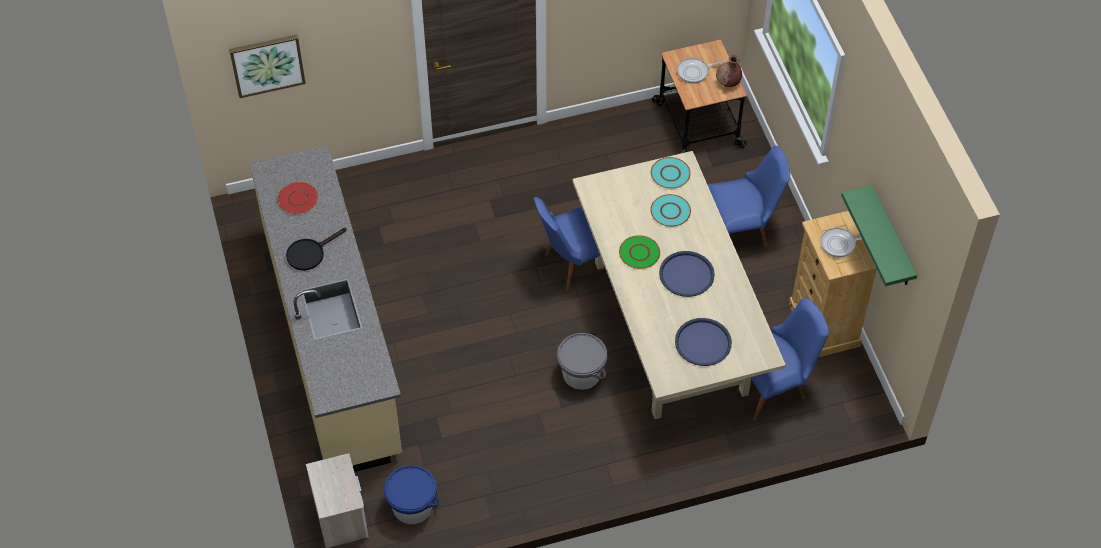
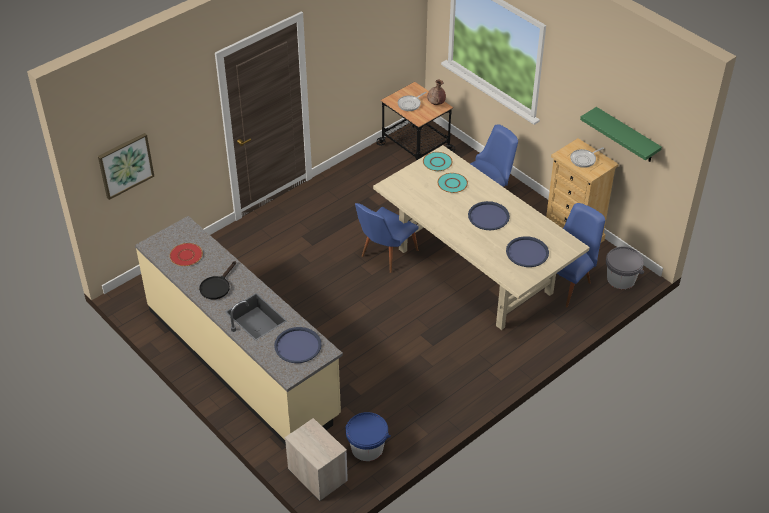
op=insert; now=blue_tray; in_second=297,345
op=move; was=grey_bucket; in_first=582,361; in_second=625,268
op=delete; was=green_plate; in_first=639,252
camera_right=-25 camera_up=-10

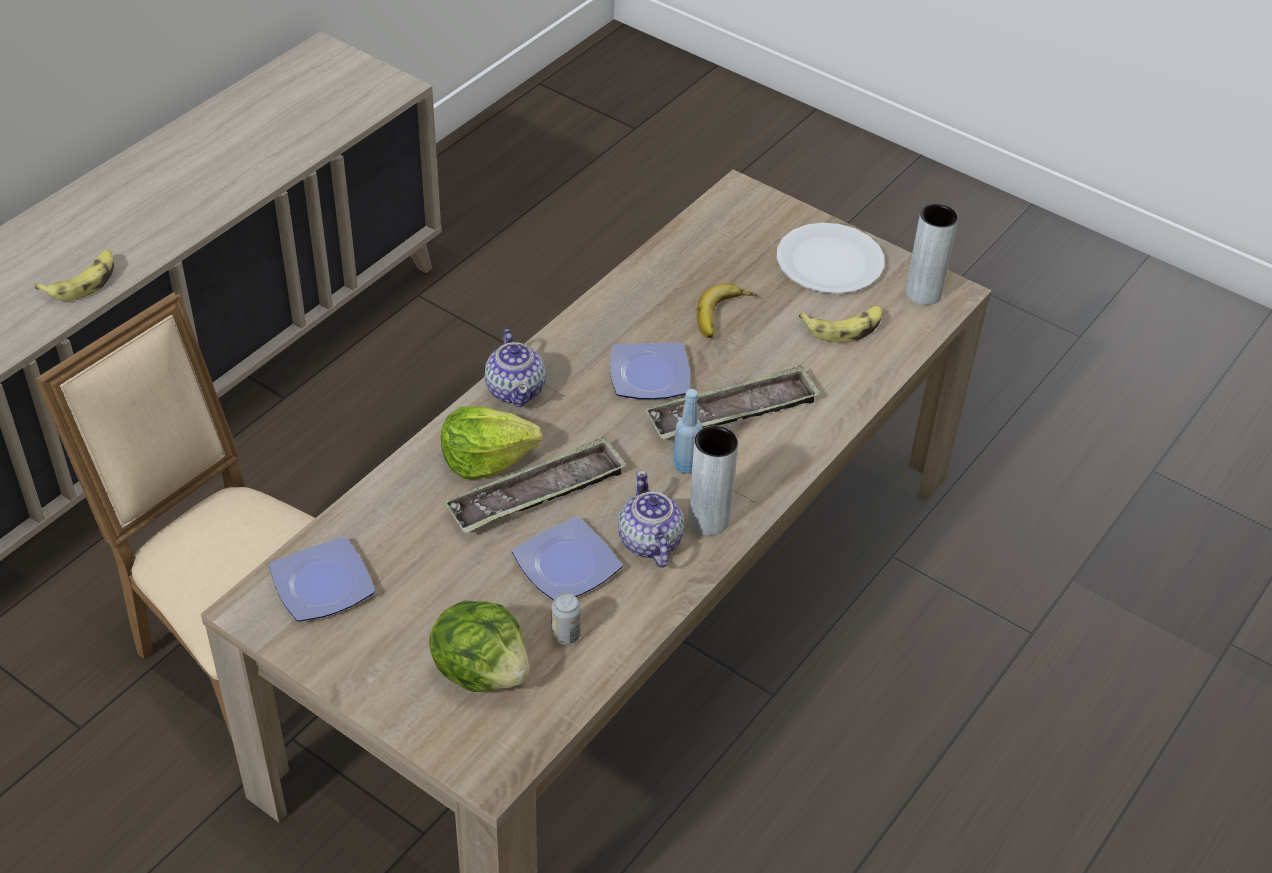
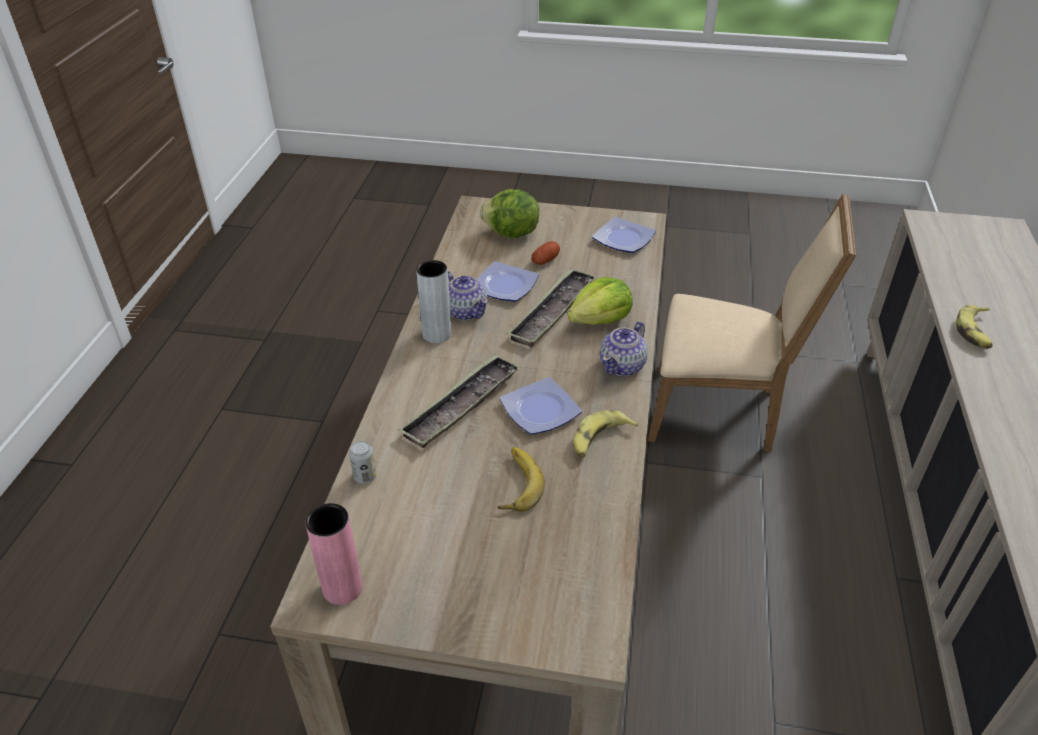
op=recolor; was=grey_vase; now=pink_vase; in_first=931,254; in_second=333,554
op=move; was=can; in_first=566,619; in_second=362,462
op=insert; now=potato; in_second=545,253
op=move; was=banana; in_first=841,324; in_second=605,434
op=rotate; was=teapot; in_first=515,368; in_second=624,348; clockwise=-105
op=delete; was=blue_bottle; in_first=687,431
op=delete; was=white_plate; in_first=831,258
camera_right=155 camera_up=-5

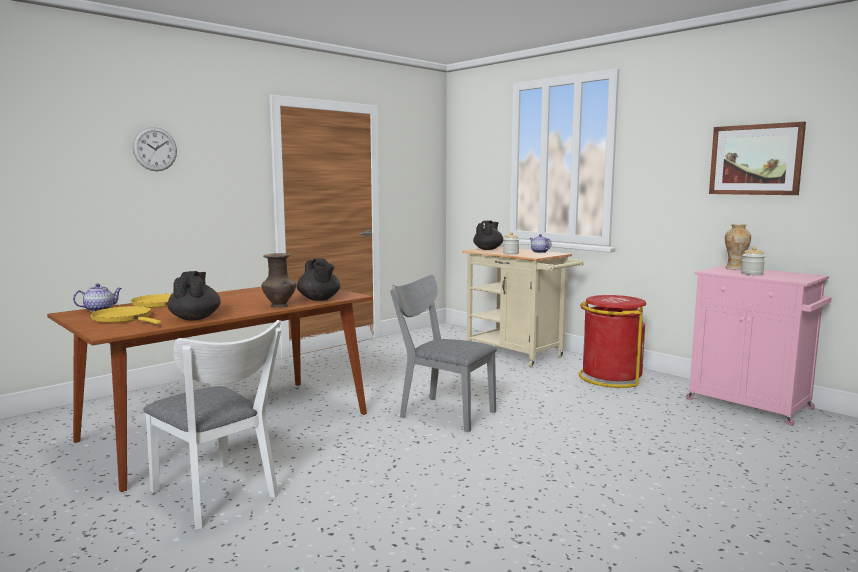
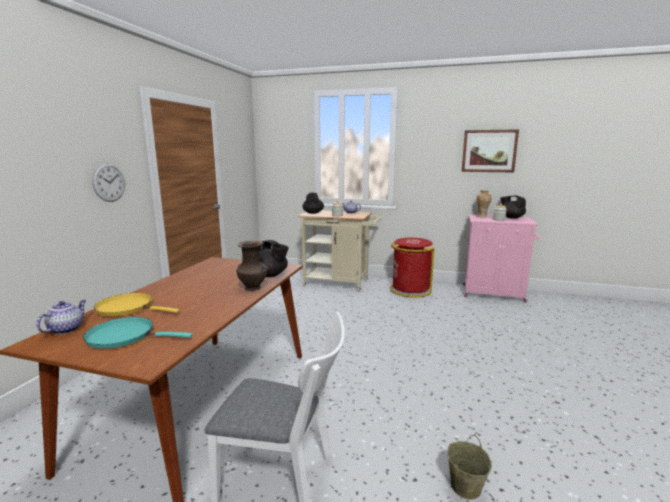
op=recolor; was=yellow_frying_pan; now=turquoise_frying_pan; in_first=125,315; in_second=138,333
op=move; was=wall_clock; in_first=154,149; in_second=108,182
op=insert; now=beige_bucket; in_second=469,467
op=move; was=black_teapot; in_first=194,296; in_second=513,207
op=delete; was=grey_chair; in_first=443,353
camera_right=-30 camera_up=5

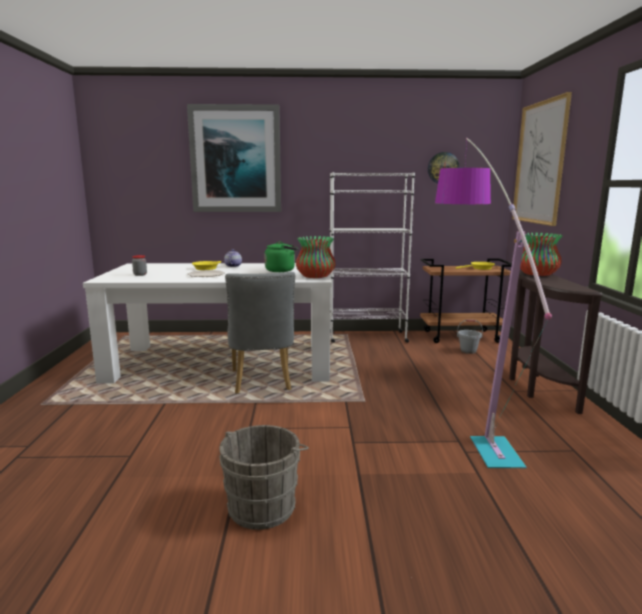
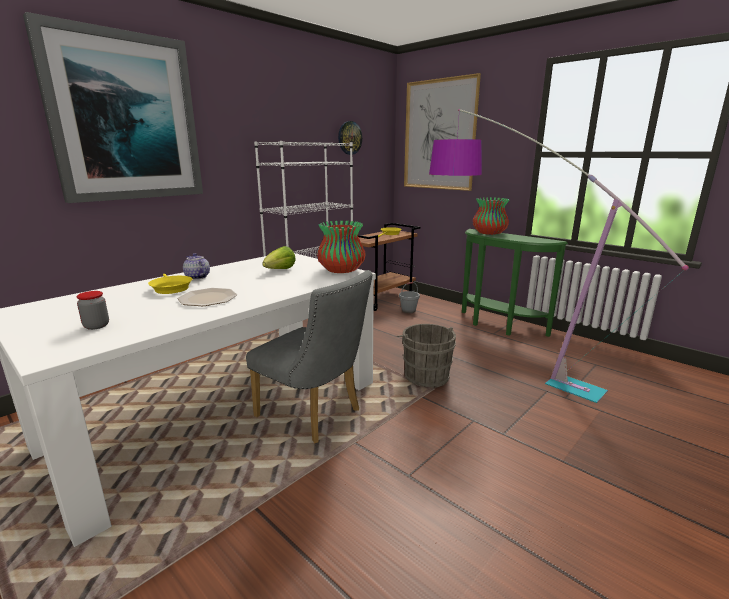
op=replace; was=green_kettle; now=lettuce; in_first=282,257; in_second=279,257
op=move; was=grey_bucket; in_first=264,477; in_second=426,356
op=recolor; was=brown_console_table; now=green_console_table; in_first=556,342; in_second=515,283
camera_right=-45 camera_up=5

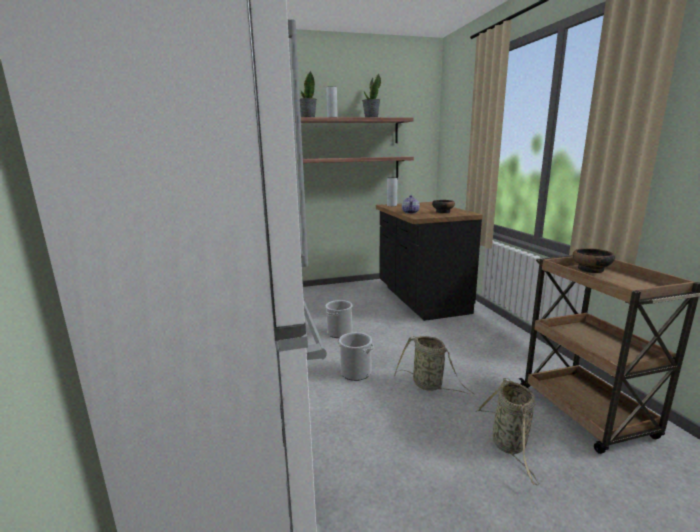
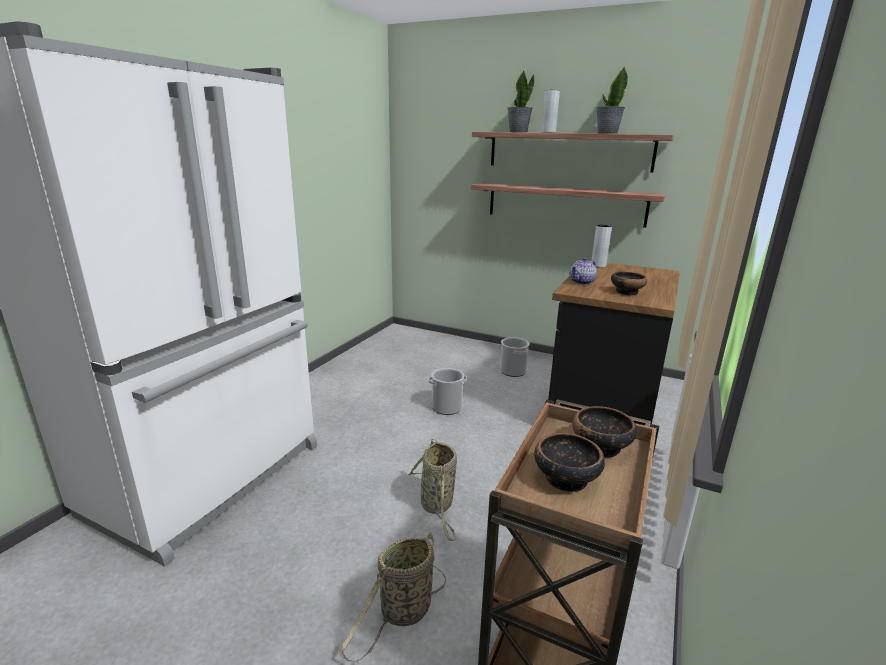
op=move; was=bucket; in_first=355,356; in_second=515,357
op=insert; now=bowl; in_second=569,462
camera_right=40 camera_up=5

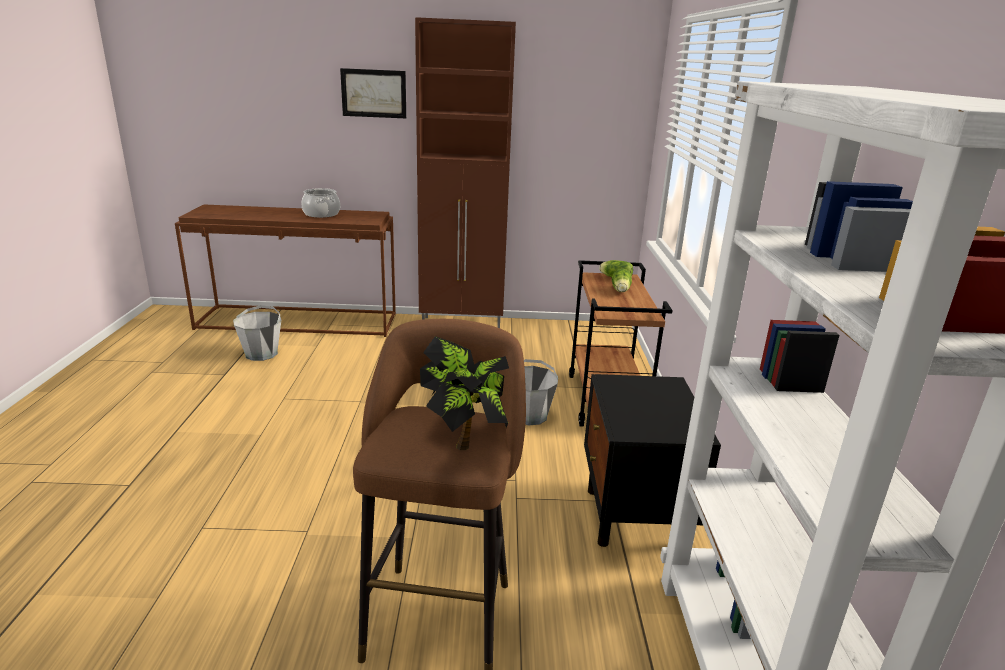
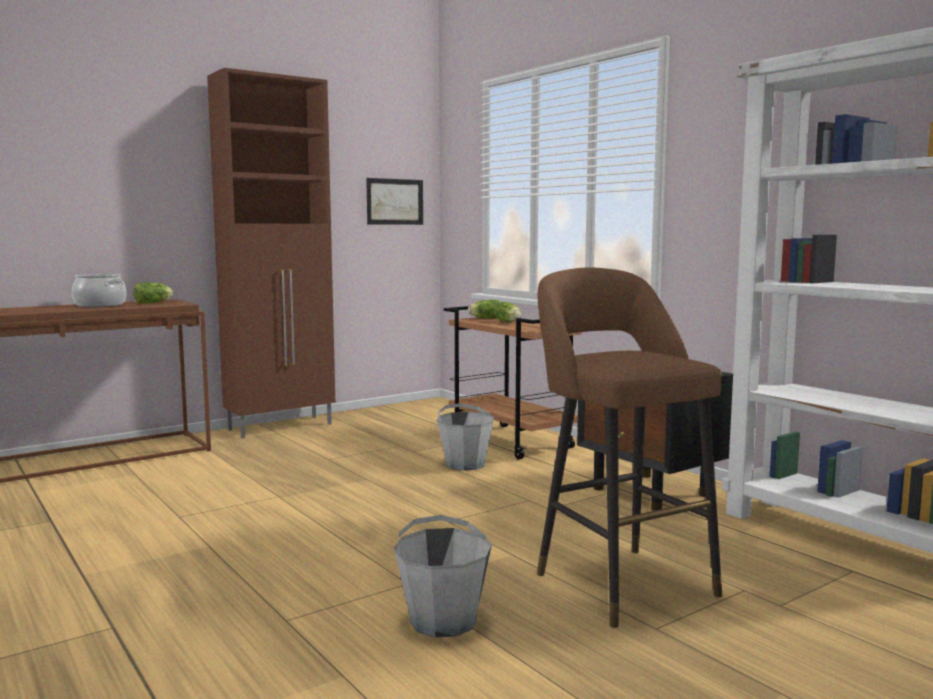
op=insert; now=lettuce; in_second=153,293
op=move; was=picture; in_first=373,93; in_second=394,201
op=move; was=grey_bucket; in_first=257,333; in_second=443,576
op=delete; was=potted_plant; in_first=464,393
camera_right=-35 camera_up=-15

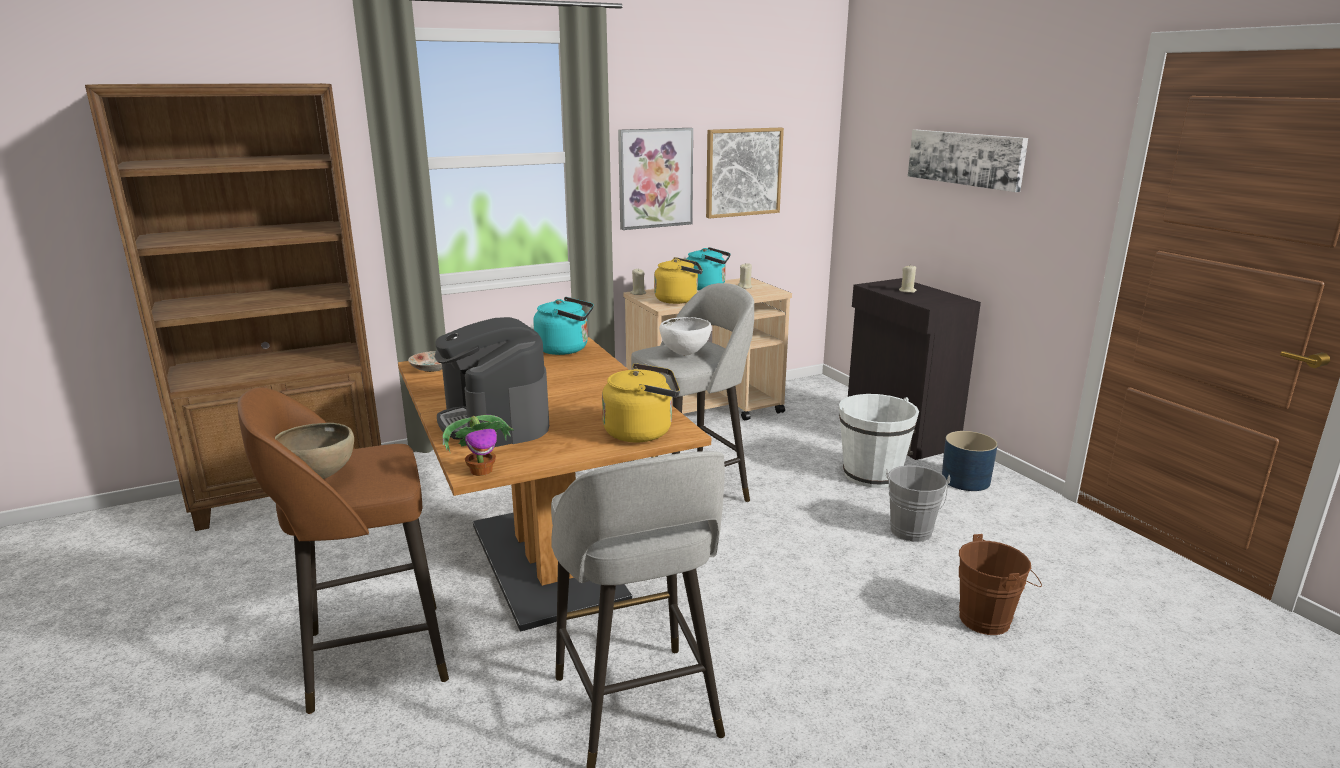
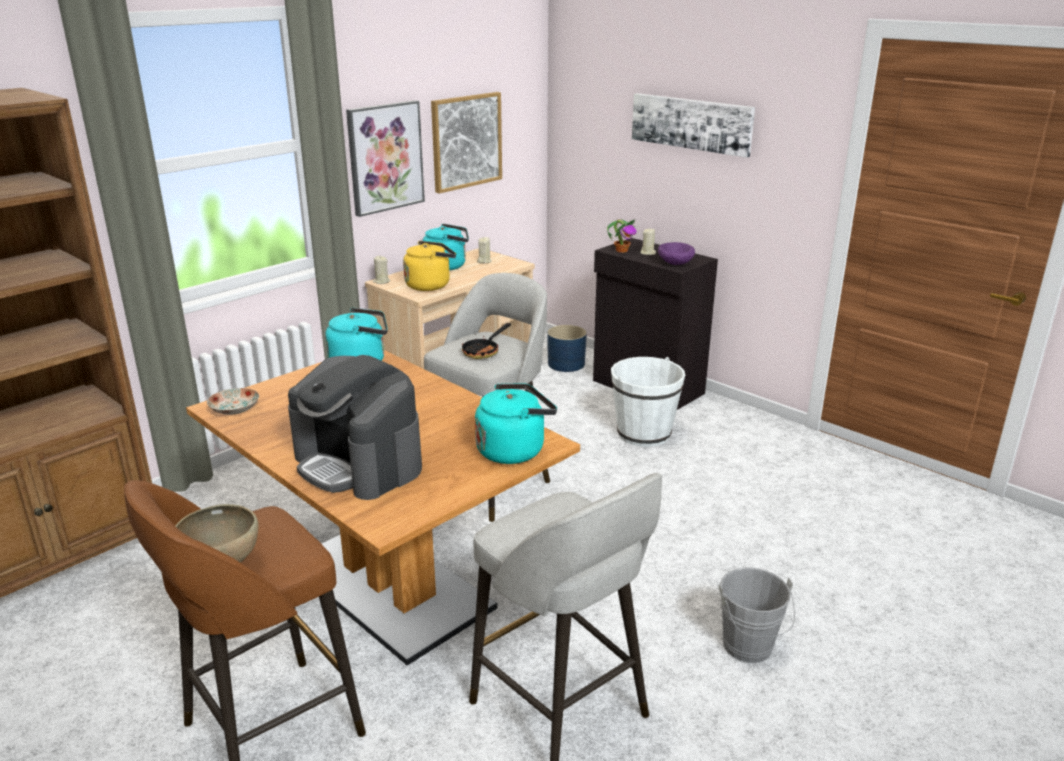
op=replace; was=white_bowl; now=frying_pan; in_first=685,336; in_second=486,341
op=recolor; was=yellow_kettle; now=turquoise_kettle; in_first=641,402; in_second=516,424
op=move; was=blue_planter; in_first=970,461; in_second=567,348
op=move; was=potted_plant; in_first=478,445; in_second=622,236
op=insert; now=purple_bowl; in_second=676,253
op=move; was=grey_bucket; in_first=918,503; in_second=757,615
op=delete; was=brown_bucket; in_first=1000,584
camera_right=-20 camera_up=5

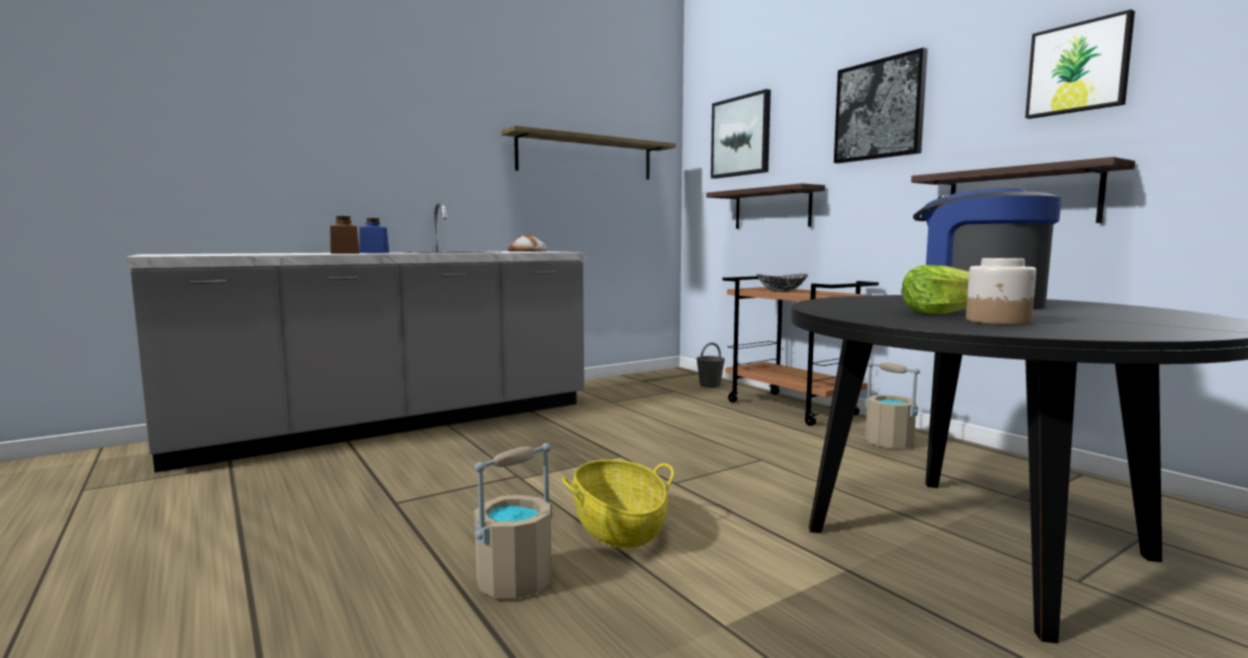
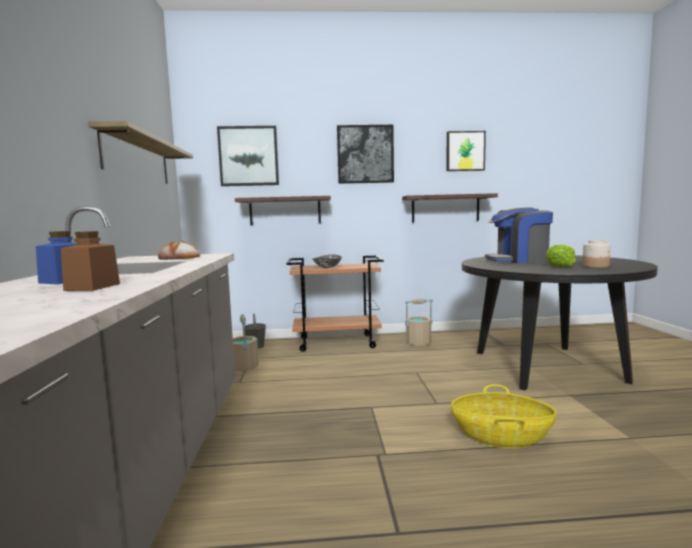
op=move; was=beige_bucket; in_first=513,520; in_second=246,342
camera_right=-60 camera_up=0

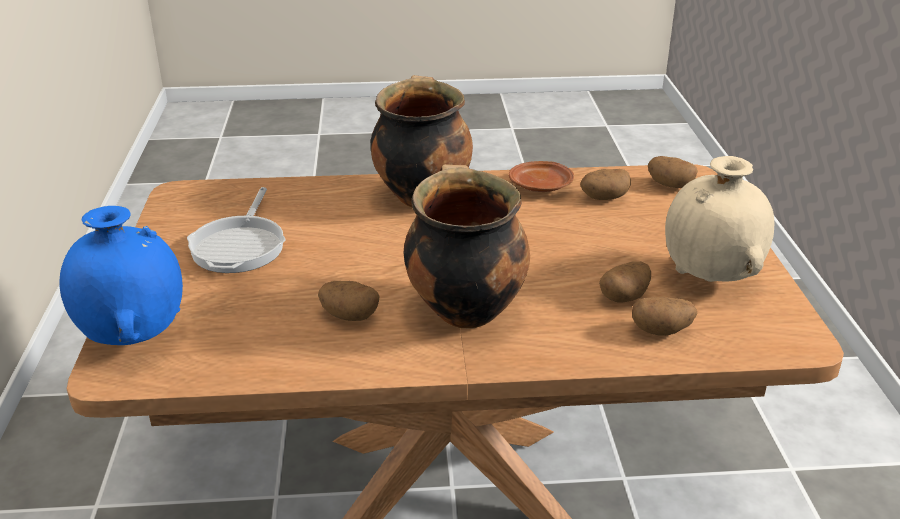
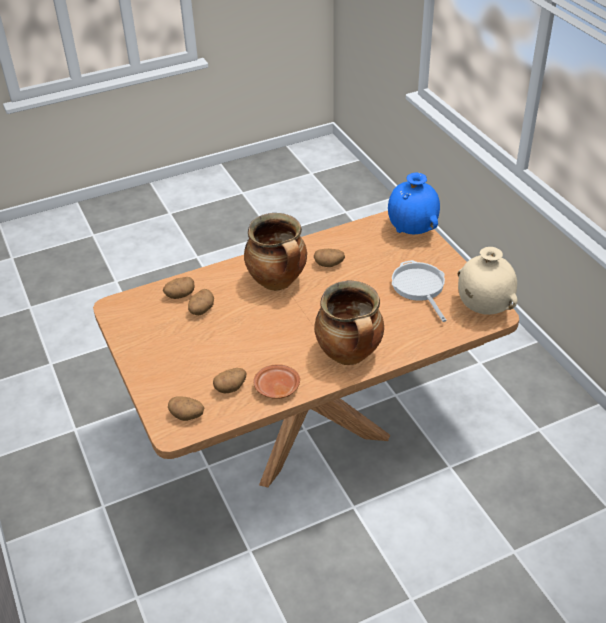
op=move; was=beige_vase; in_first=719,219; in_second=487,281
camera_right=160 camera_up=10

